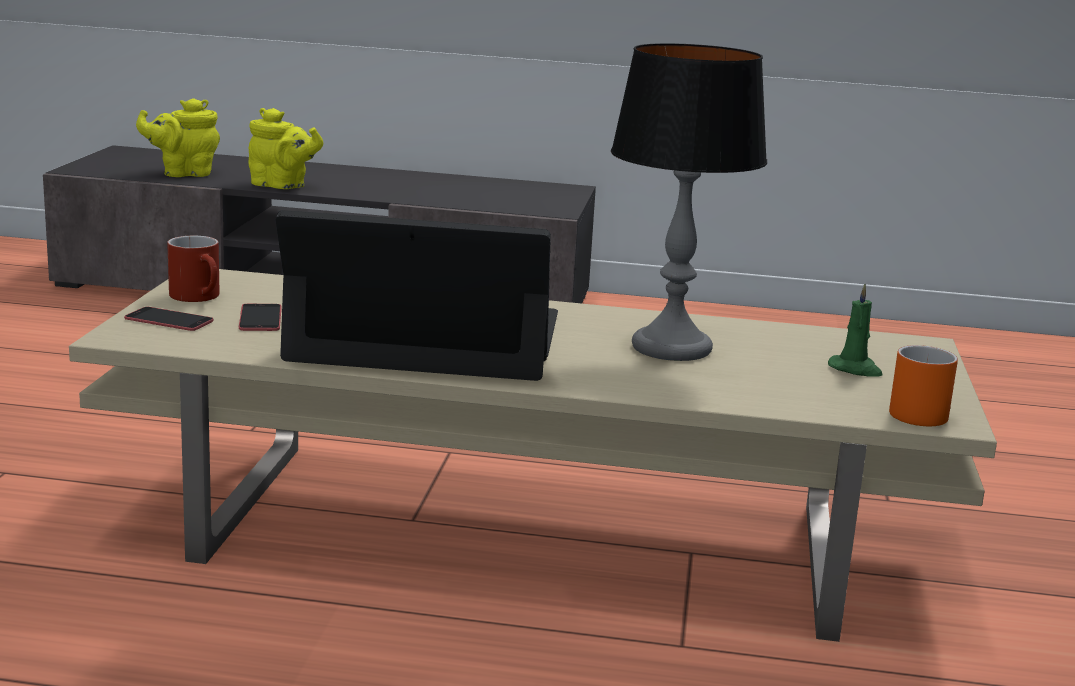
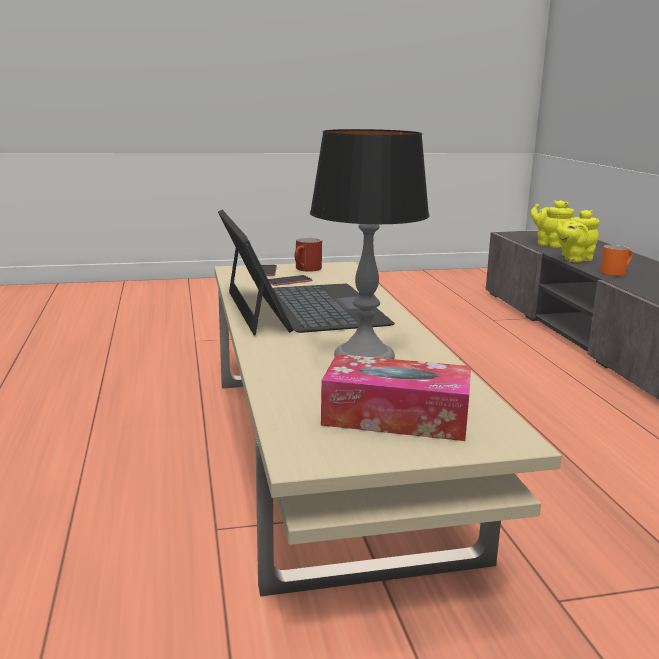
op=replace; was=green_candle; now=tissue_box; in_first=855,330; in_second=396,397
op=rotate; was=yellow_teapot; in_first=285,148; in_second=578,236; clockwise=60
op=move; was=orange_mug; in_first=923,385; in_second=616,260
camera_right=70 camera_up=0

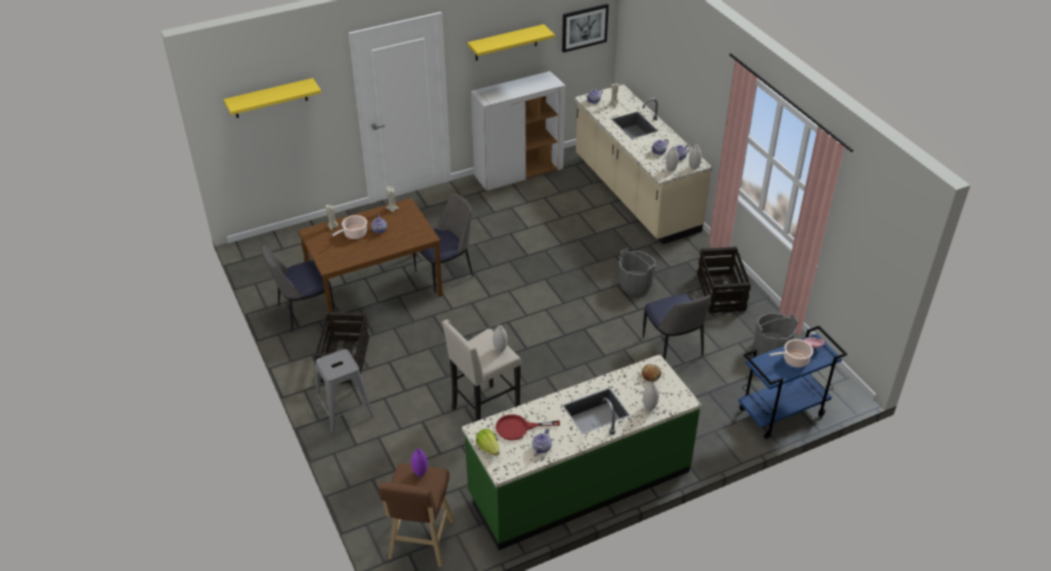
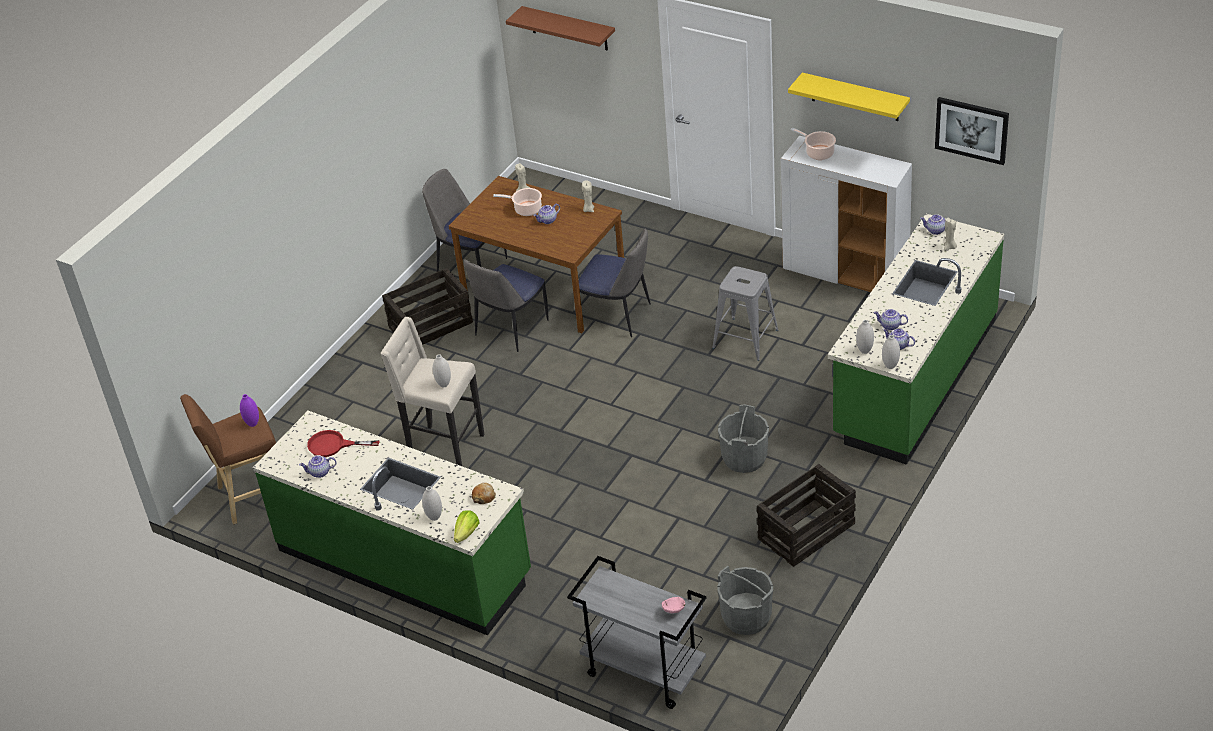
op=rotate; was=red_frying_pan; in_first=528,427; in_second=343,443; clockwise=-45
op=move; was=lettuce; in_first=487,442; in_second=467,526
op=move; was=chair; in_first=677,327; in_second=506,305
op=recolor; was=yellow_shelf; now=brown_shelf; in_first=272,98; in_second=560,28
op=recolor; was=blue_cart; now=grey_cart; in_first=792,382; in_second=636,632
op=move; was=grey_stool; in_first=345,391; in_second=745,313
op=move; was=cooking_pot; in_first=791,353; in_second=813,144
op=recolor; was=beige_counter; now=green_counter; in_first=643,164; in_second=916,339
camera_right=60 camera_up=0

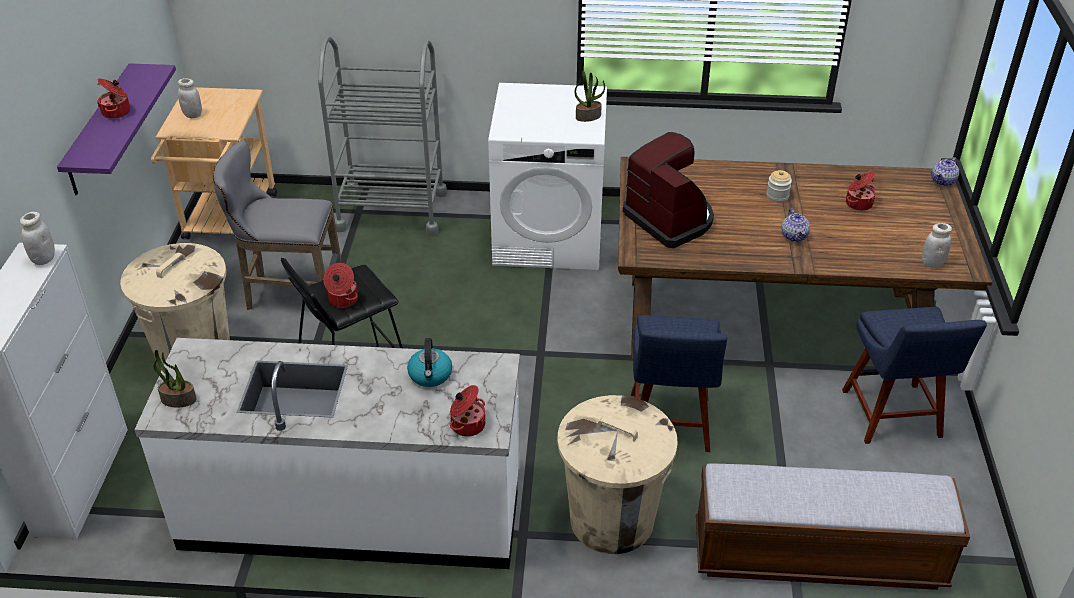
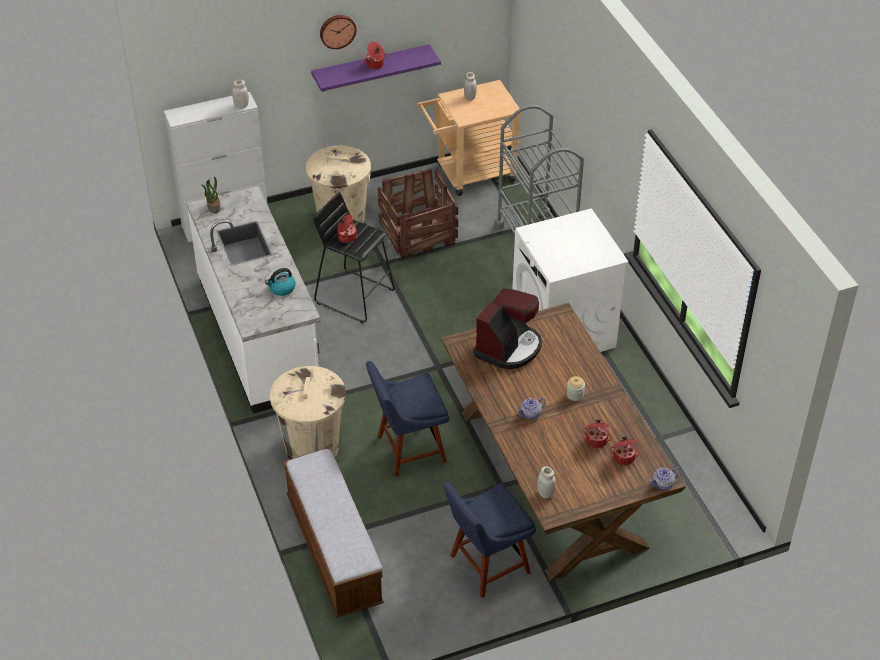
op=insert; now=wall_clock; in_second=338,32
op=replace; was=grey_stool; now=crate; in_first=277,225; in_second=418,213
op=move; was=cooking_pot; in_first=467,411; in_second=624,450
op=rotate; was=teapot; in_first=945,171; in_second=664,478; clockwise=-45
op=delete; was=potted_plant; in_first=589,96
camera_right=65 camera_up=5

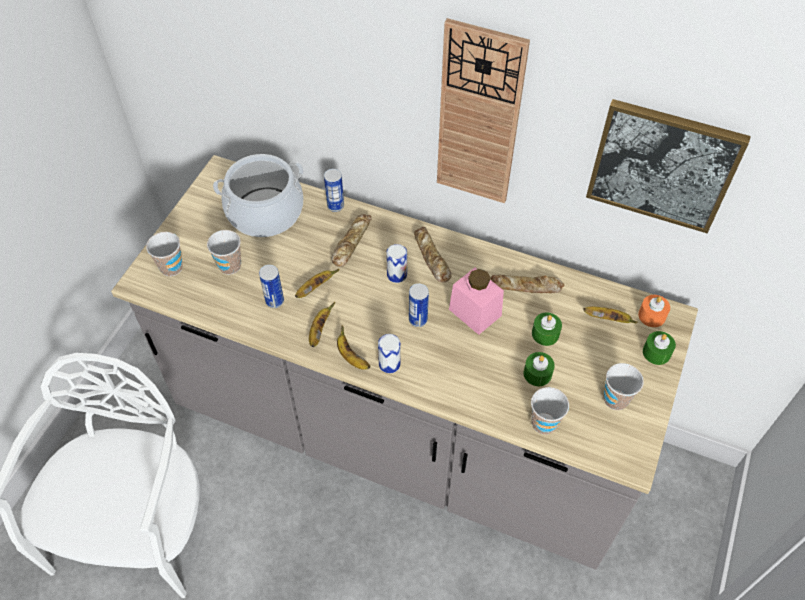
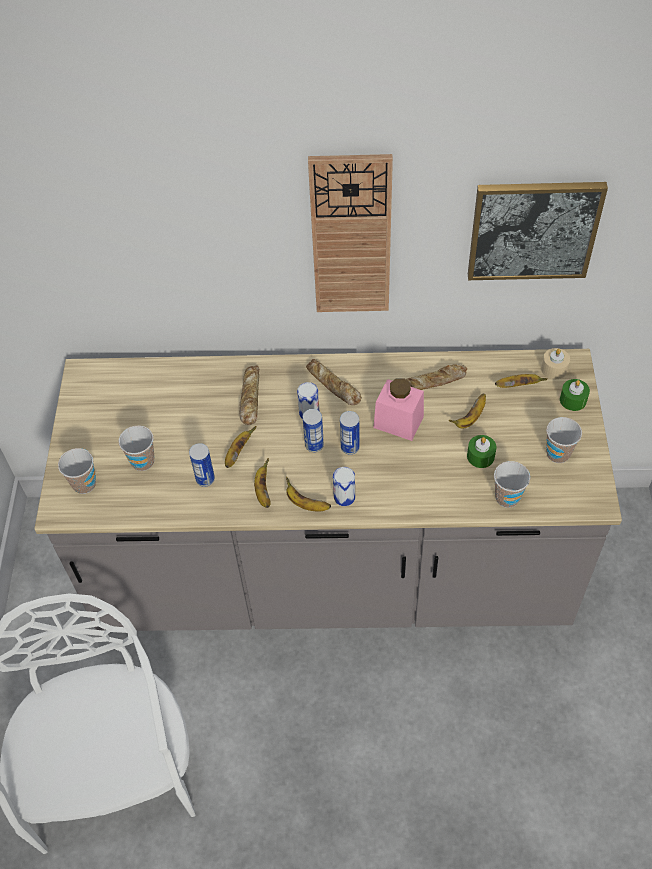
op=move; was=can; in_first=334,190; in_second=313,430
op=replace; was=green_candle; now=banana; in_first=547,329; in_second=467,411
op=recolor; was=orange_candle; now=beige_candle; in_first=654,311; in_second=555,363
op=delete; was=cooking_pot; in_first=258,195
camera_right=-20 camera_up=0

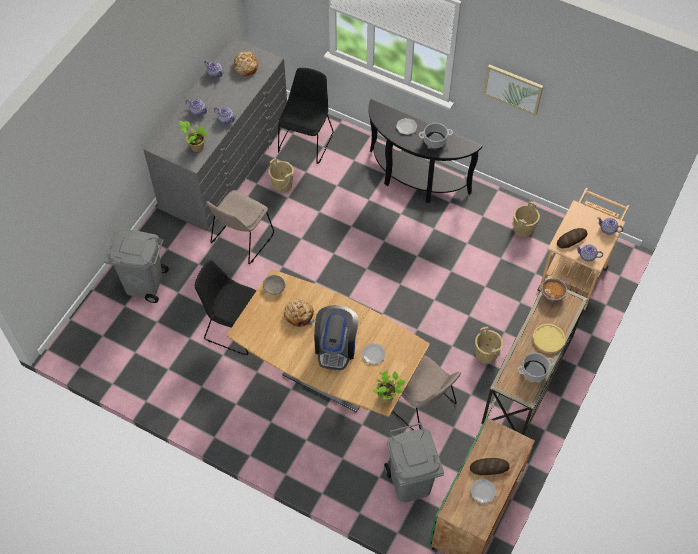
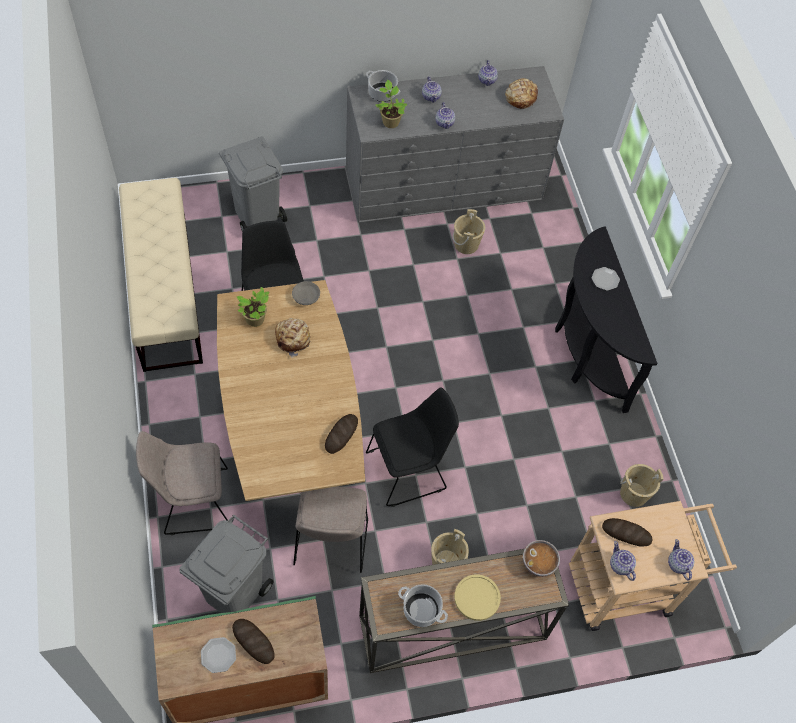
op=insert; now=beige_bench; in_second=161,275
op=move; was=beige_chair; in_first=240,227; in_second=182,483
op=move; was=potted_plant; in_first=389,386; in_second=252,307
op=insert; now=bread; in_second=341,434
op=move; was=cooking_pot; in_first=436,135; in_second=383,86
op=move; was=black_chair; in_first=305,116; in_second=412,447
op=delete; was=coffee_machine; in_first=336,337
op=delete; was=plate; in_first=373,354
op=delete; was=picture; in_first=513,89
camera_right=45 camera_up=0

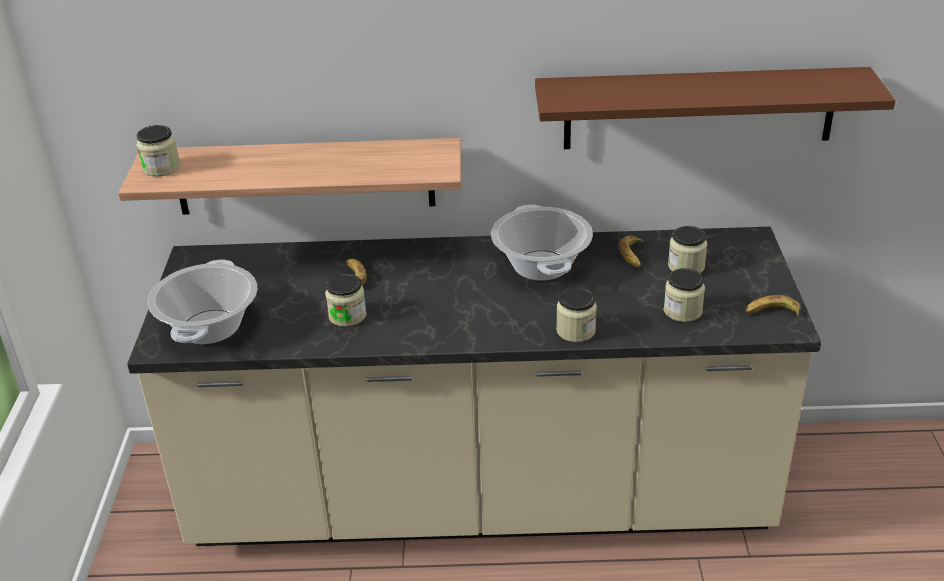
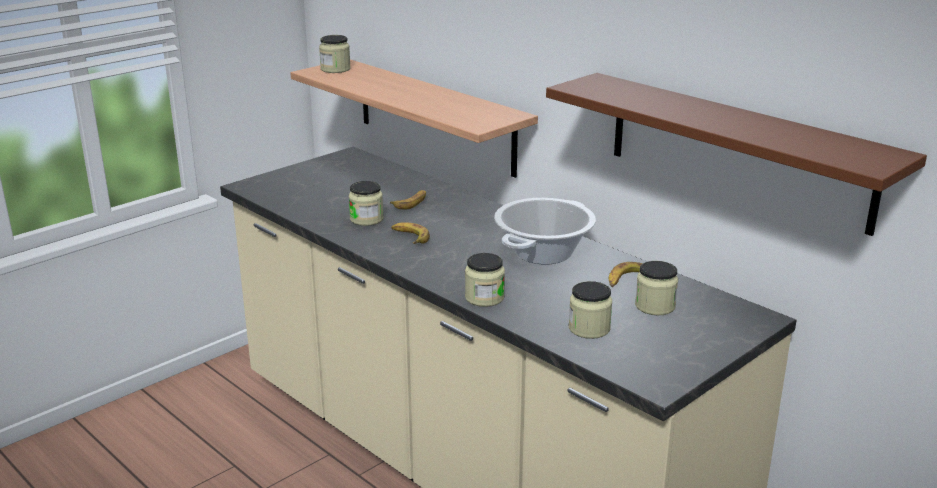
op=move; was=banana; in_first=773,306; in_second=410,233
op=delete; was=cooking_pot; in_first=203,301
camera_right=45 camera_up=-10

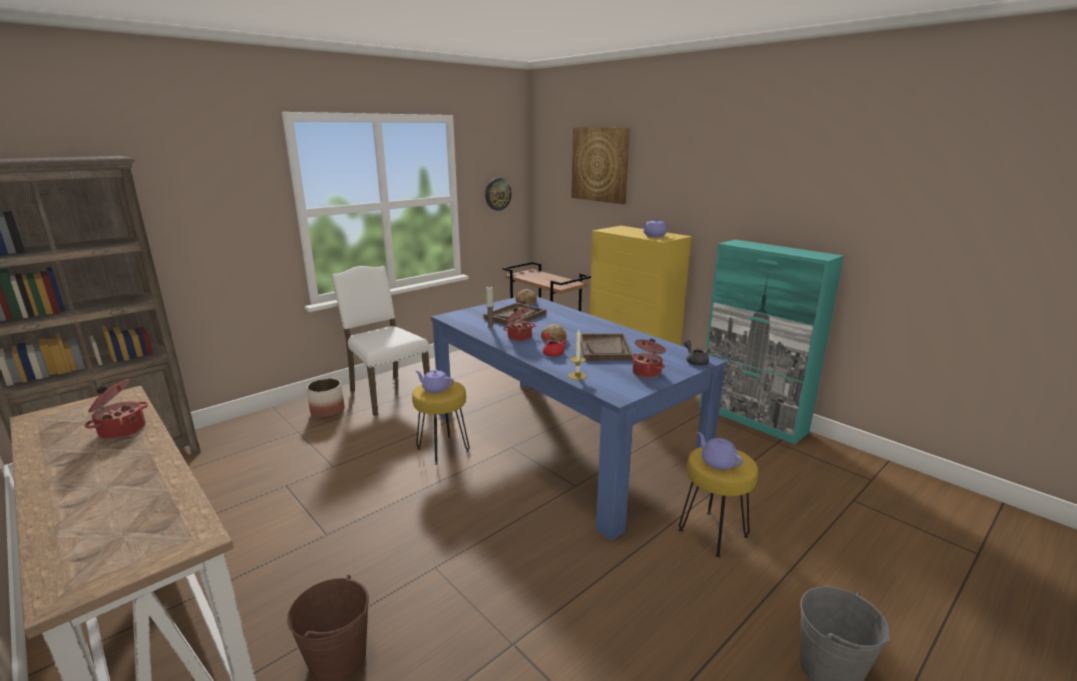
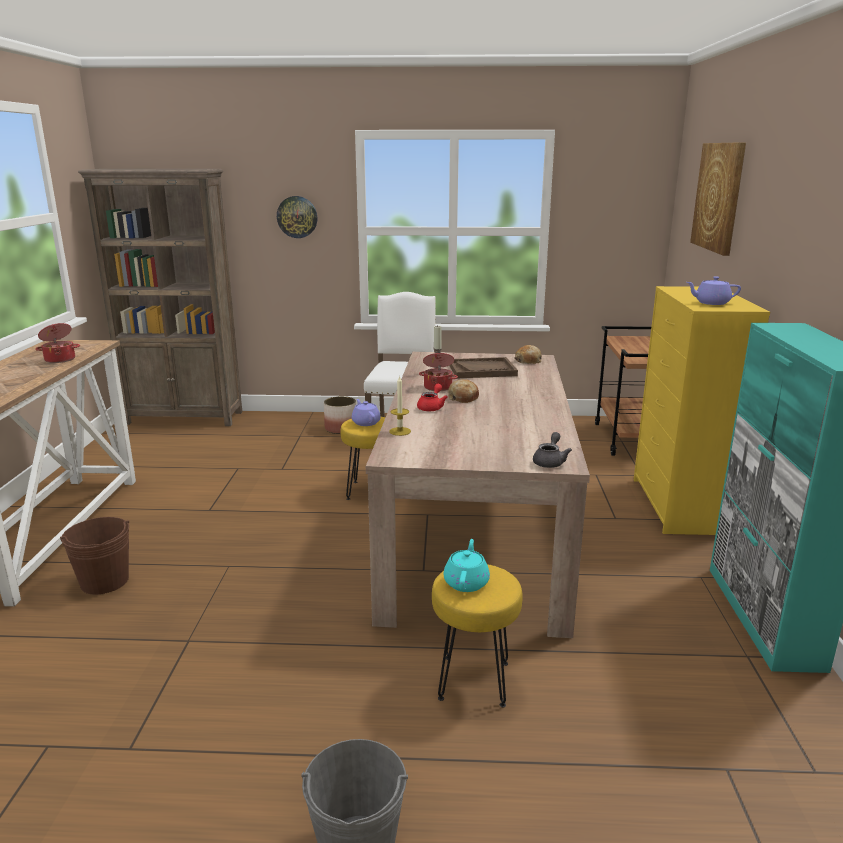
op=move; was=wall_clock; in_first=498,194; in_second=297,217
op=recolor; was=blue_dining_table; now=beige_dining_table; in_first=579,418; in_second=478,495
op=recolor; was=purple_teapot; now=turquoise_teapot; in_first=720,451; in_second=467,565
op=delete; was=brown_tray; in_first=606,347
op=delete; was=cooking_pot; in_first=649,358
camera_right=45 camera_up=0

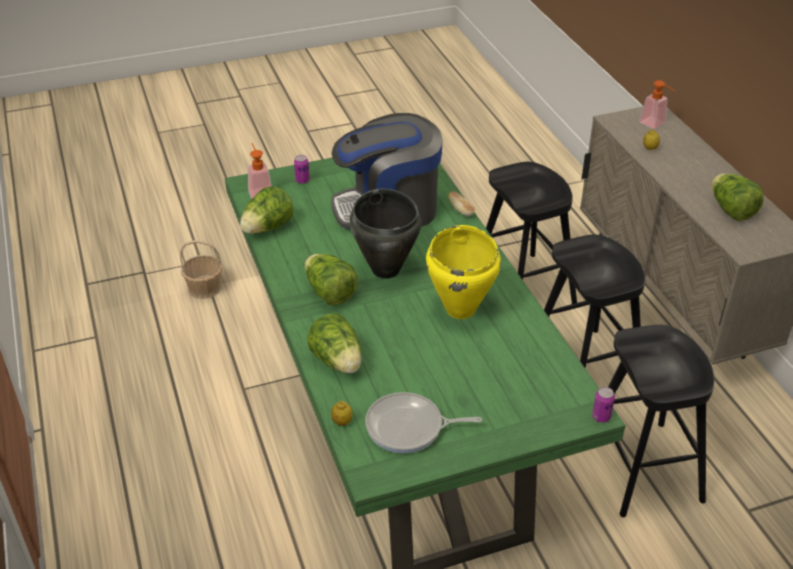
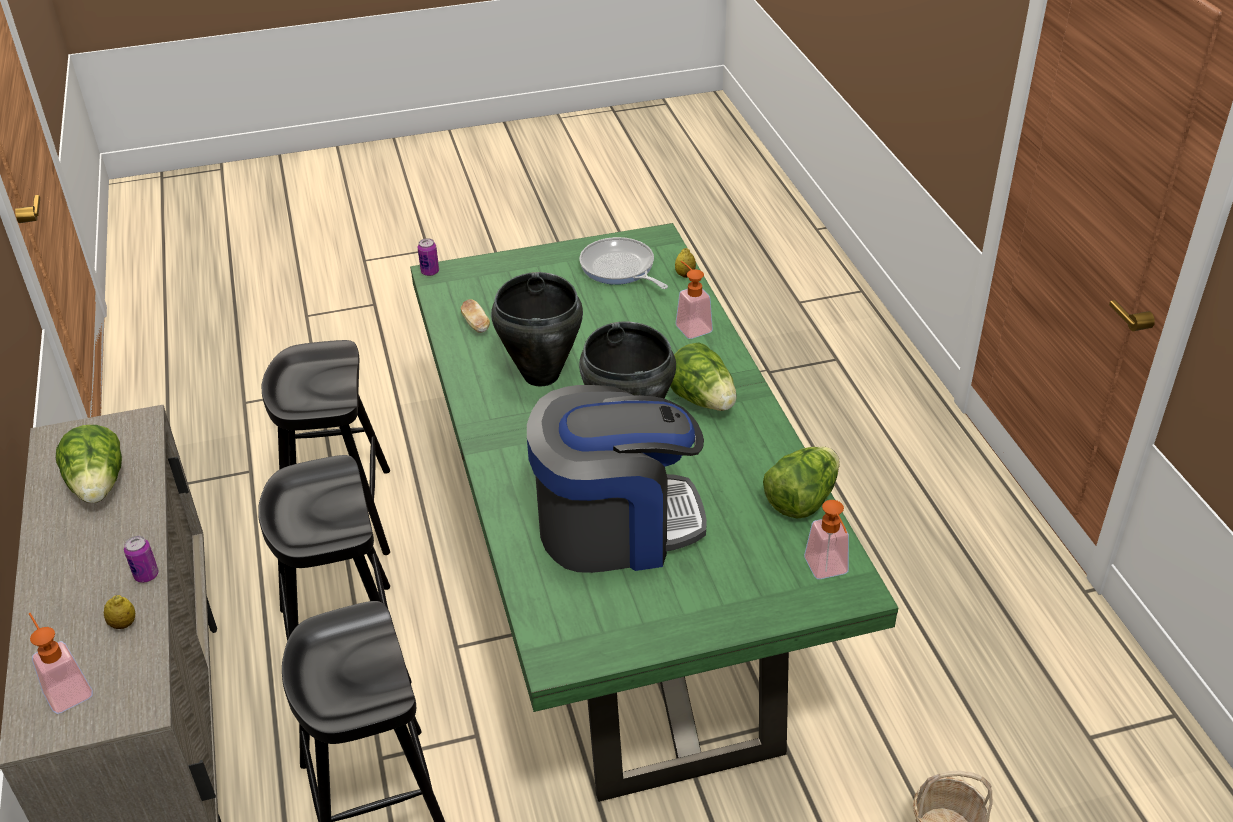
op=move; was=can; in_first=302,169; in_second=141,559
op=move; was=bread; in_first=461,203; in_second=475,316
op=recolor; was=yellow_cooking_pot; now=black_cooking_pot; in_first=463,272; in_second=537,329
op=rotate; was=frying_pan; in_first=423,423; in_second=624,263; clockwise=-135
op=replace; was=lettuce; now=soap_dispenser; in_first=334,343; in_second=694,300
camera_right=-175 camera_up=0

